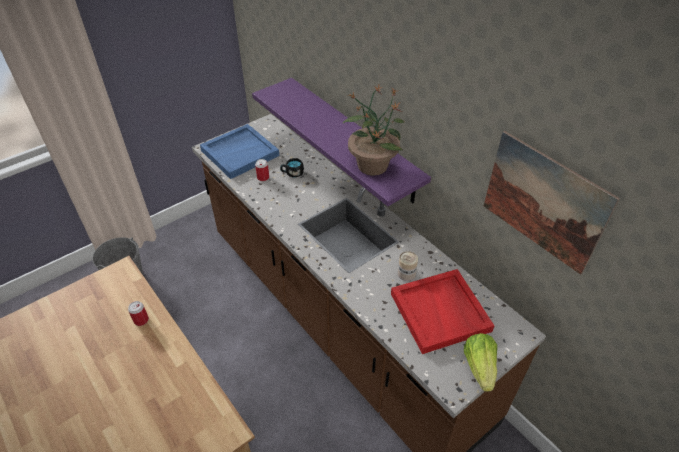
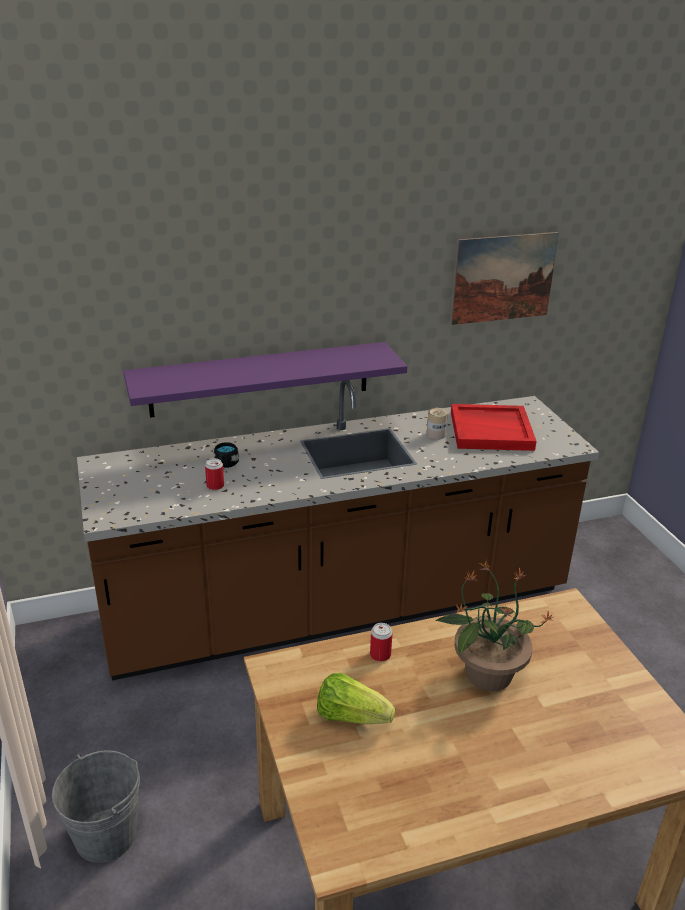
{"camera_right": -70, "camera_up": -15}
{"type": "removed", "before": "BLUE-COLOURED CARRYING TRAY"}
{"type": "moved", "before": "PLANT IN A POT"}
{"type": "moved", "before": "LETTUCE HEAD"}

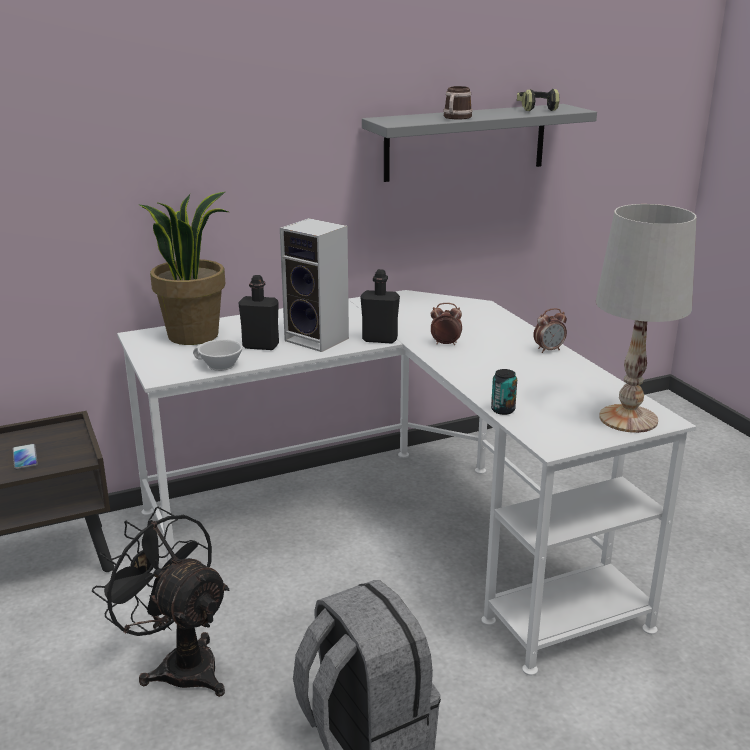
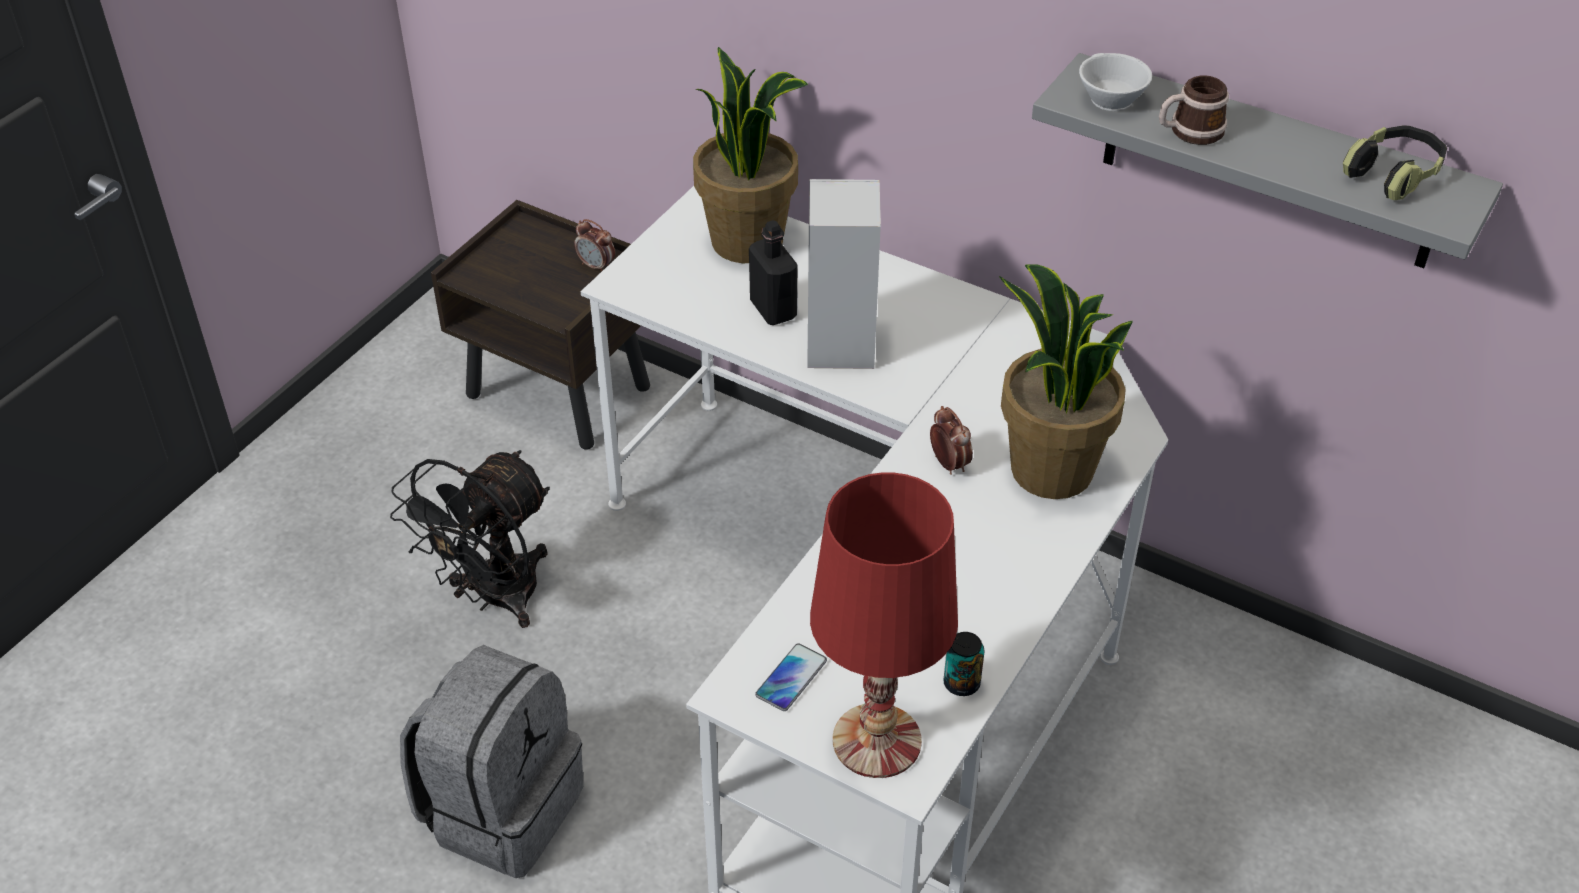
{"camera_right": 55, "camera_up": 20}
{"type": "moved", "before": "TELEPHONE"}
{"type": "turned", "before": "BLACK-COLOURED FAN", "turn": -150}
{"type": "moved", "before": "WHITE SMALL CUP"}
{"type": "removed", "before": "BLACK-COLOURED BOTTLE (2nd from left)"}
{"type": "moved", "before": "SEALED CAN"}
{"type": "moved", "before": "ALARM CLOCK (2nd from left in the first image)", "after": "ALARM CLOCK (1st from left)"}
{"type": "recoloured", "before": "WHITE TABLE LAMP", "after": "RED TABLE LAMP"}
{"type": "added", "after": "PLANT IN A POT (2nd from left)"}

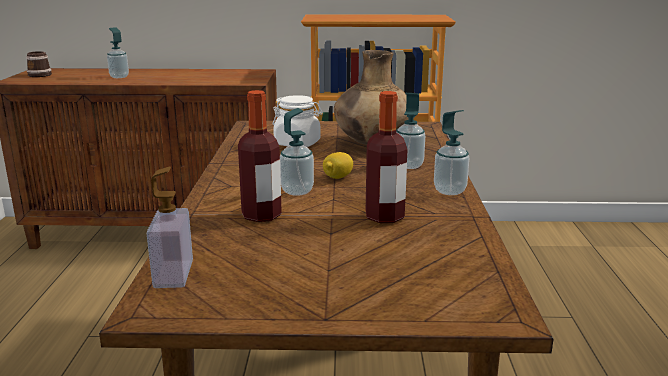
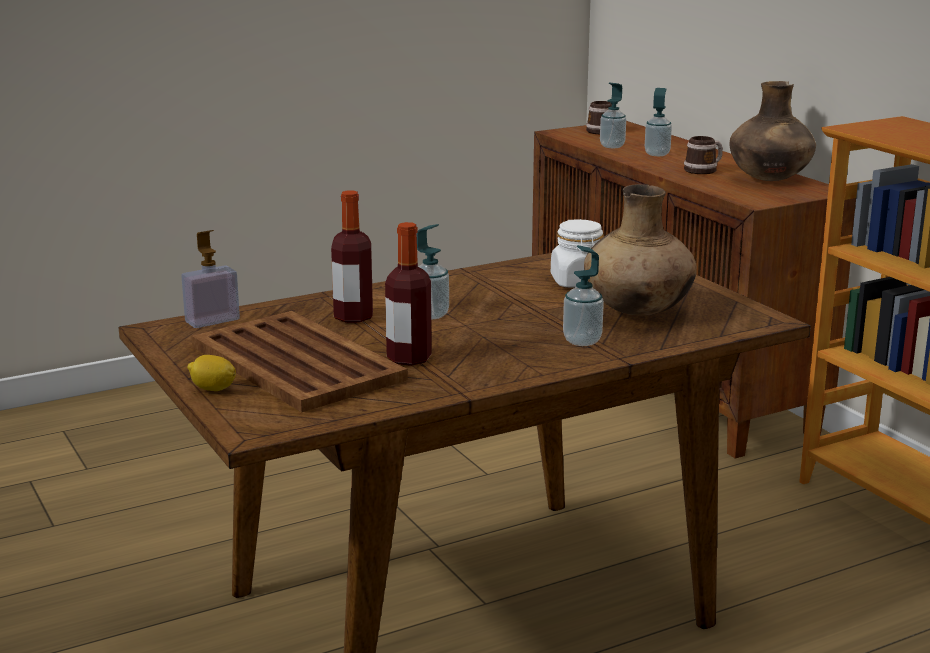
{"camera_right": 60, "camera_up": 0}
{"type": "moved", "before": "WHOLE LEMON"}
{"type": "moved", "before": "SOAP BOTTLE (5th from left in the first image)", "after": "SOAP BOTTLE (4th from left)"}
{"type": "added", "after": "BROWNISH CARRYING TRAY"}
{"type": "added", "after": "COFFEE MUG (2nd from left)"}
{"type": "added", "after": "BROWNISH DECORATIVE VASE (2nd from left)"}

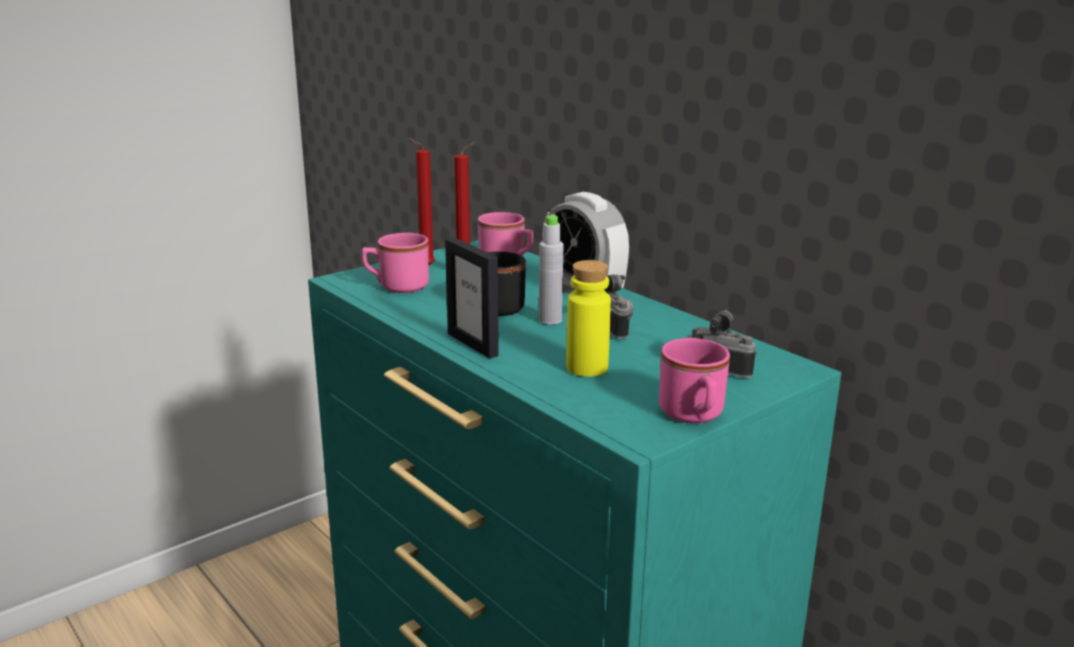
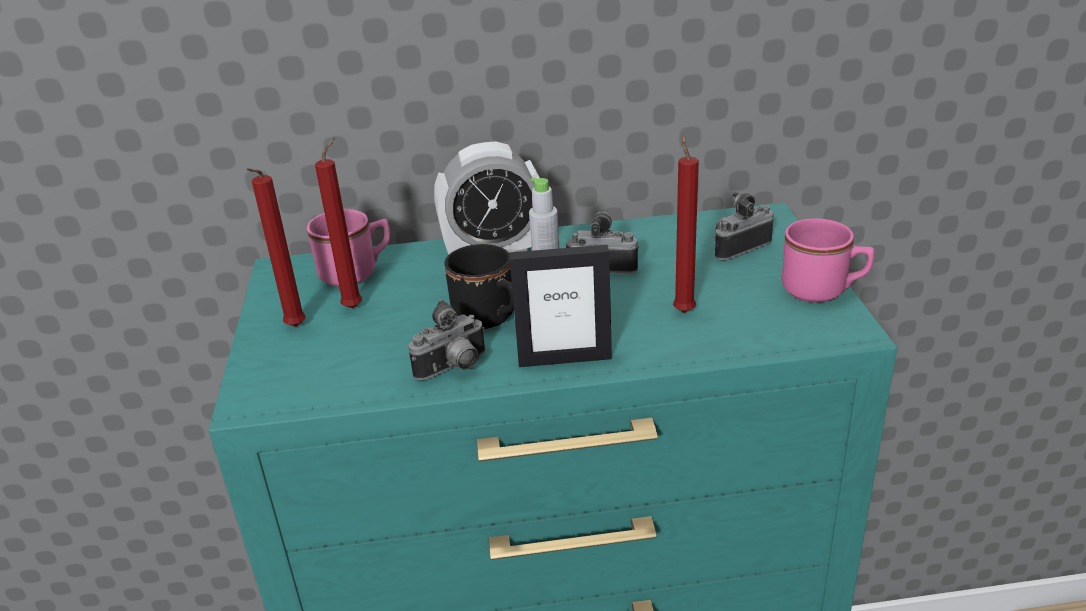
{"camera_right": -55, "camera_up": 10}
{"type": "removed", "before": "PINK COFFEE MUG (1st from left)"}
{"type": "replaced", "before": "YELLOW-COLOURED BOTTLE", "after": "RED WAX CANDLE (3rd from left)"}
{"type": "added", "after": "STILL CAMERA (1st from left)"}

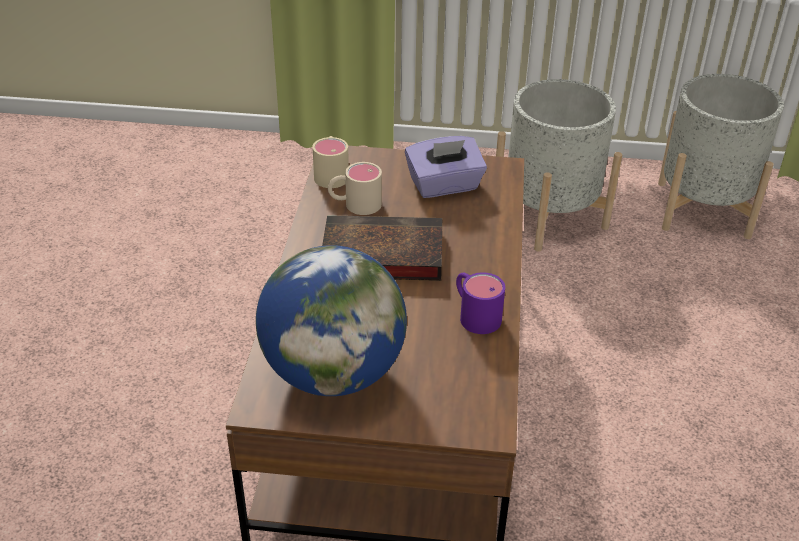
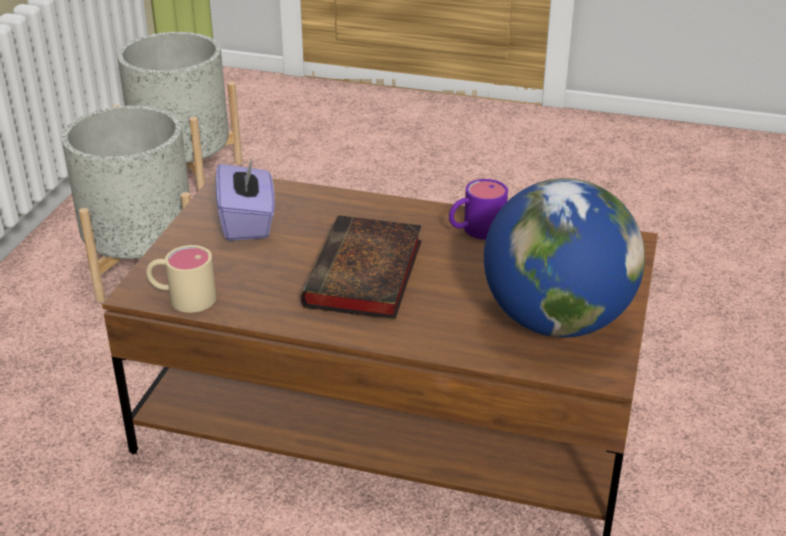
{"camera_right": -80, "camera_up": -5}
{"type": "removed", "before": "SAND-COLOURED COFFEE MUG (2nd from left)"}

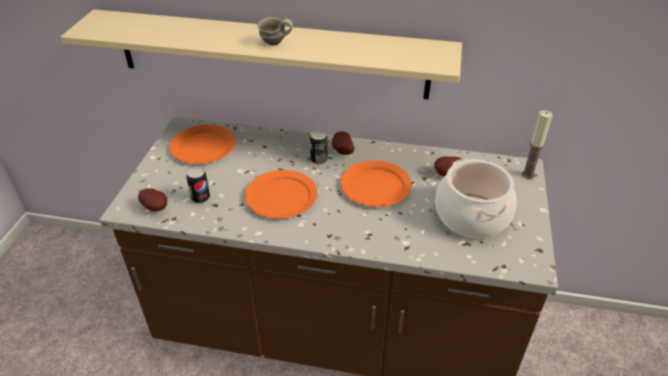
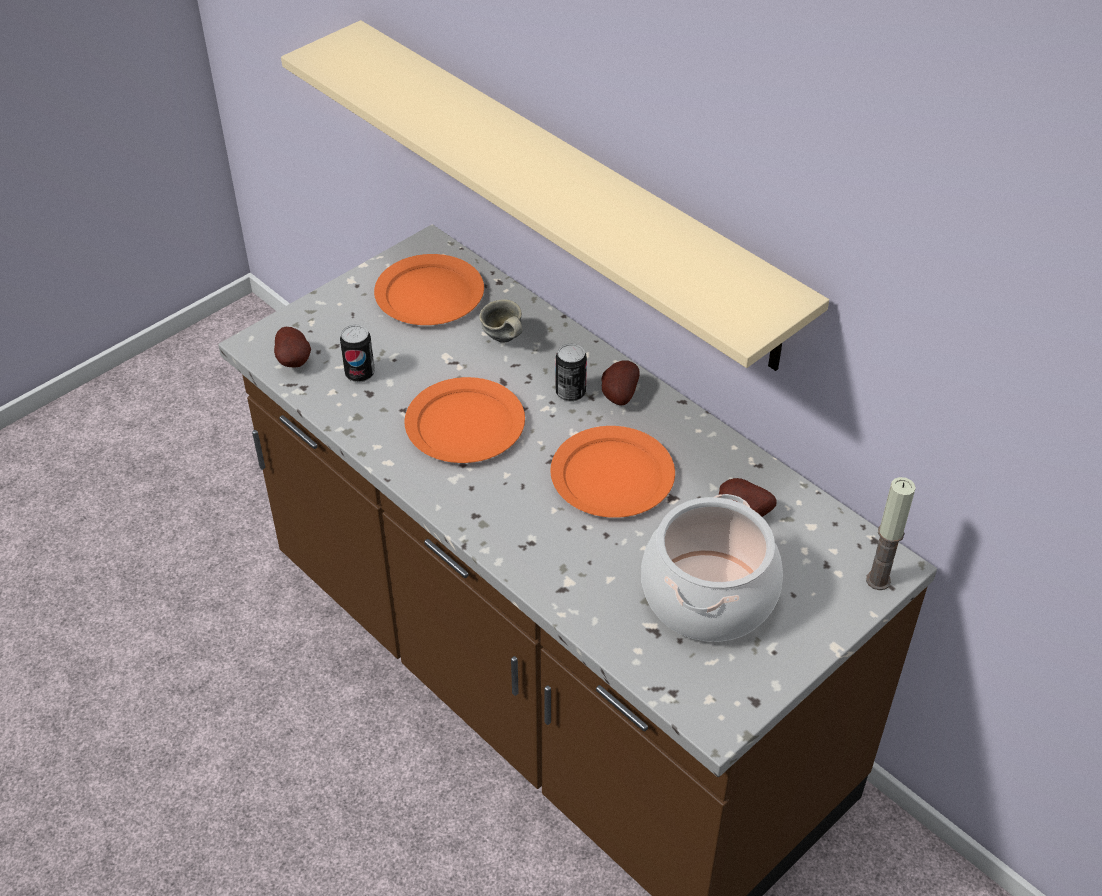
{"camera_right": 35, "camera_up": 5}
{"type": "moved", "before": "GREY COFFEE MUG"}

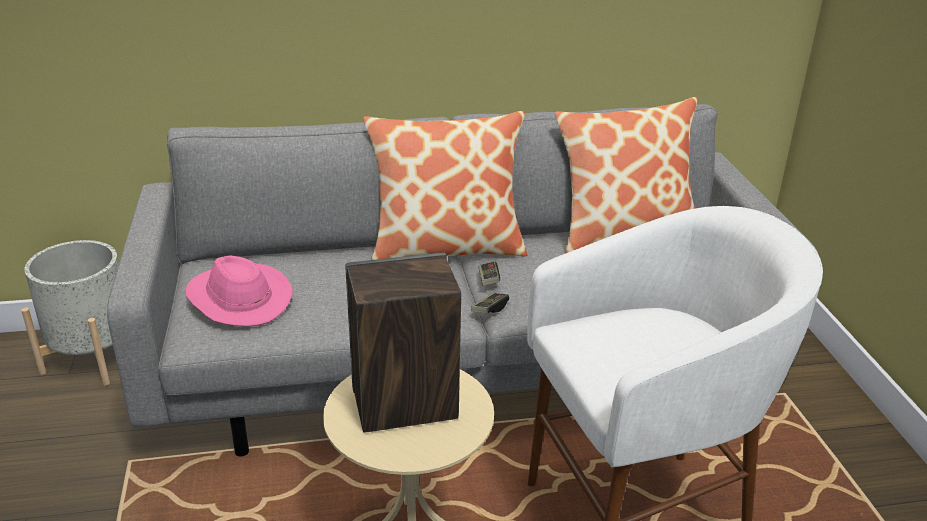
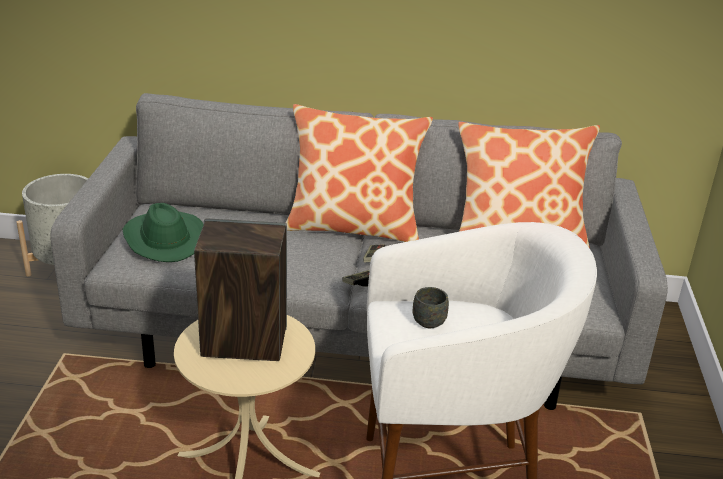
{"camera_right": 15, "camera_up": 0}
{"type": "recoloured", "before": "PINK CLOTHING HAT", "after": "GREEN CLOTHING HAT"}
{"type": "added", "after": "GREY COFFEE MUG"}

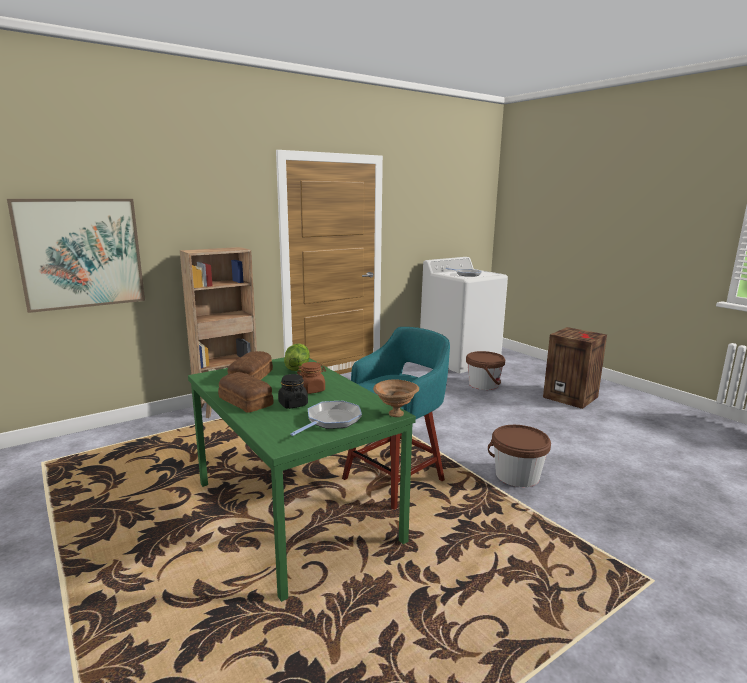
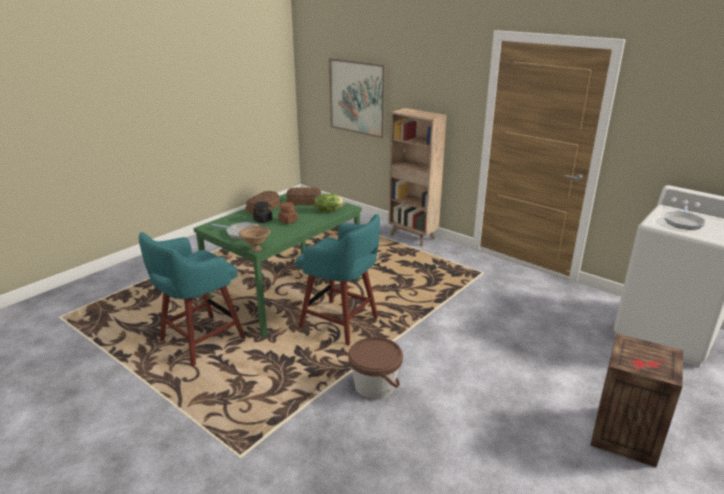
{"camera_right": 75, "camera_up": 10}
{"type": "removed", "before": "BROWNISH WATER BUCKET (1st from left)"}
{"type": "added", "after": "BLUE-GREEN STOOL (1st from left)"}

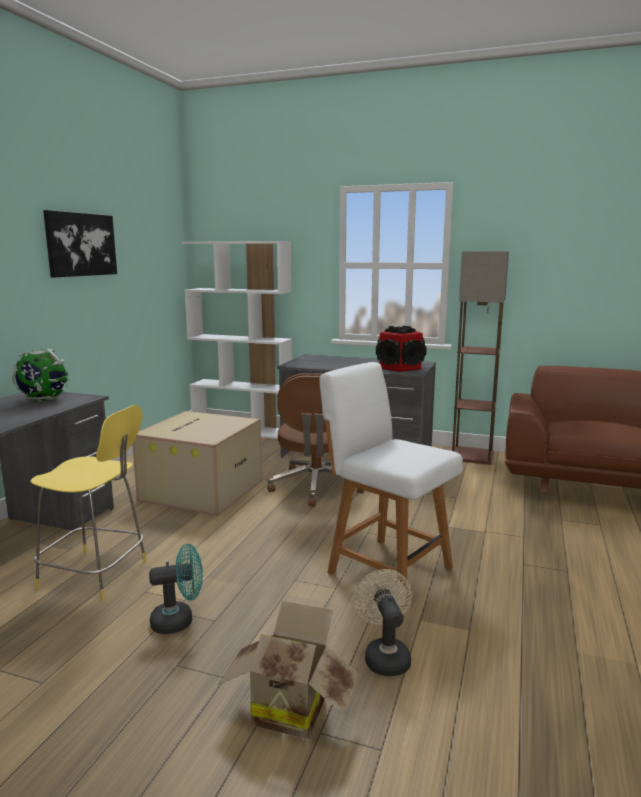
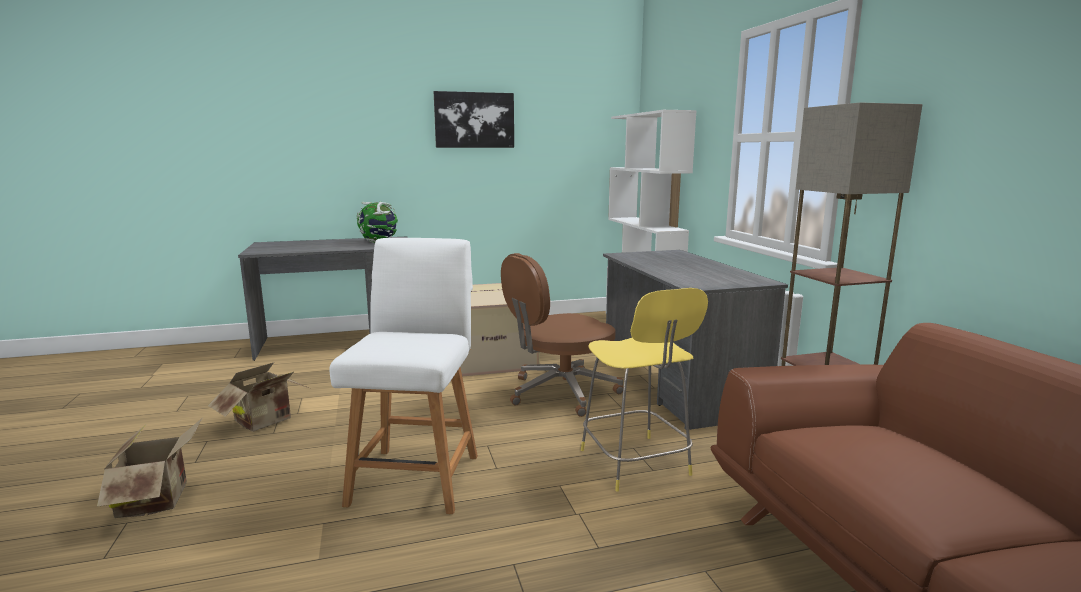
{"camera_right": 55, "camera_up": 0}
{"type": "moved", "before": "YELLOW-COLOURED STOOL"}
{"type": "replaced", "before": "BLUE-GREEN FAN", "after": "PACKING BOX (2nd from left)"}
{"type": "removed", "before": "SAND-COLOURED FAN"}
{"type": "removed", "before": "LOUDSPEAKER"}

